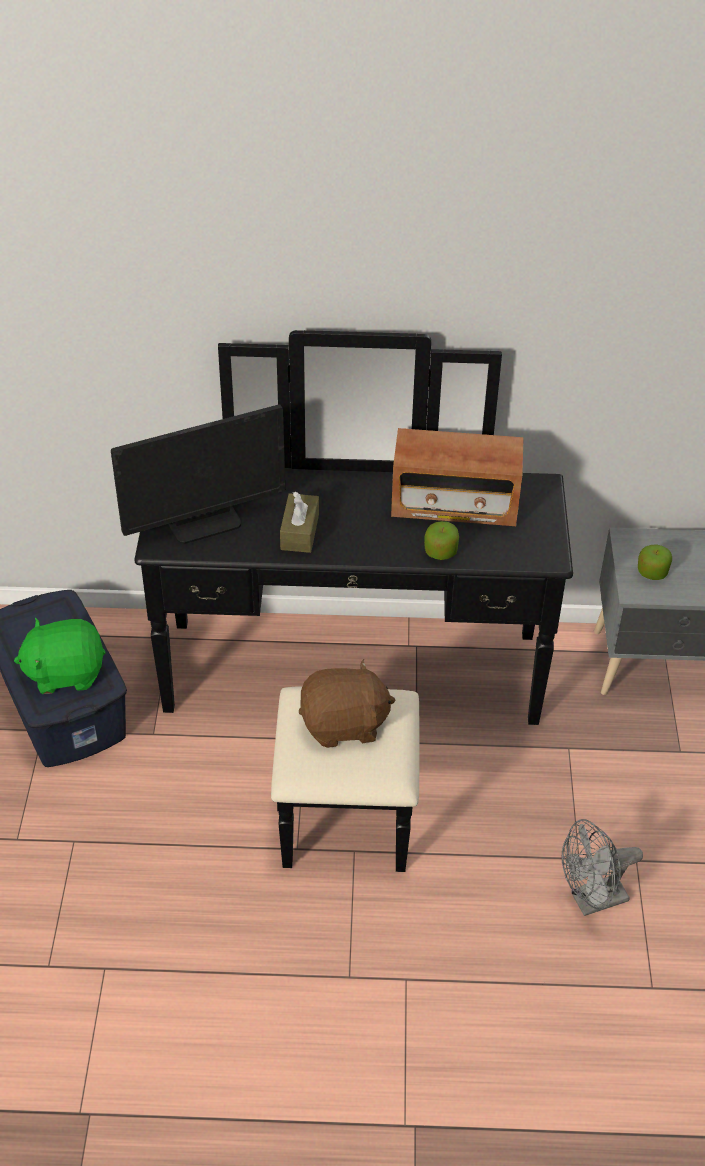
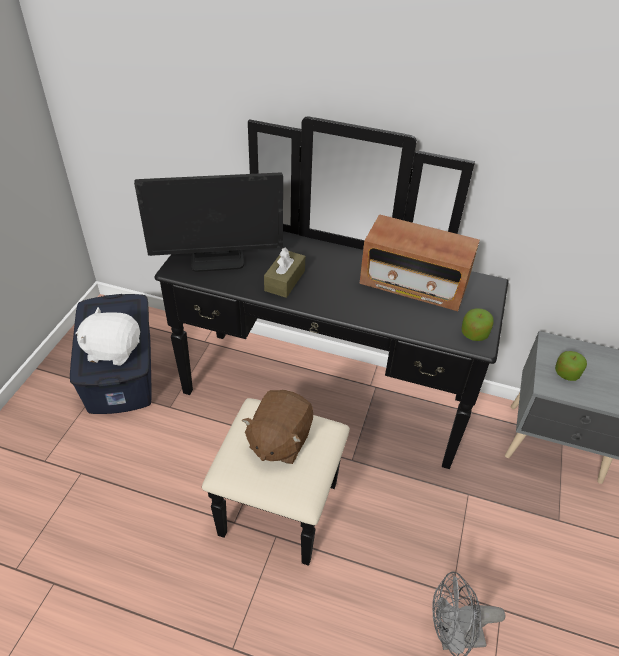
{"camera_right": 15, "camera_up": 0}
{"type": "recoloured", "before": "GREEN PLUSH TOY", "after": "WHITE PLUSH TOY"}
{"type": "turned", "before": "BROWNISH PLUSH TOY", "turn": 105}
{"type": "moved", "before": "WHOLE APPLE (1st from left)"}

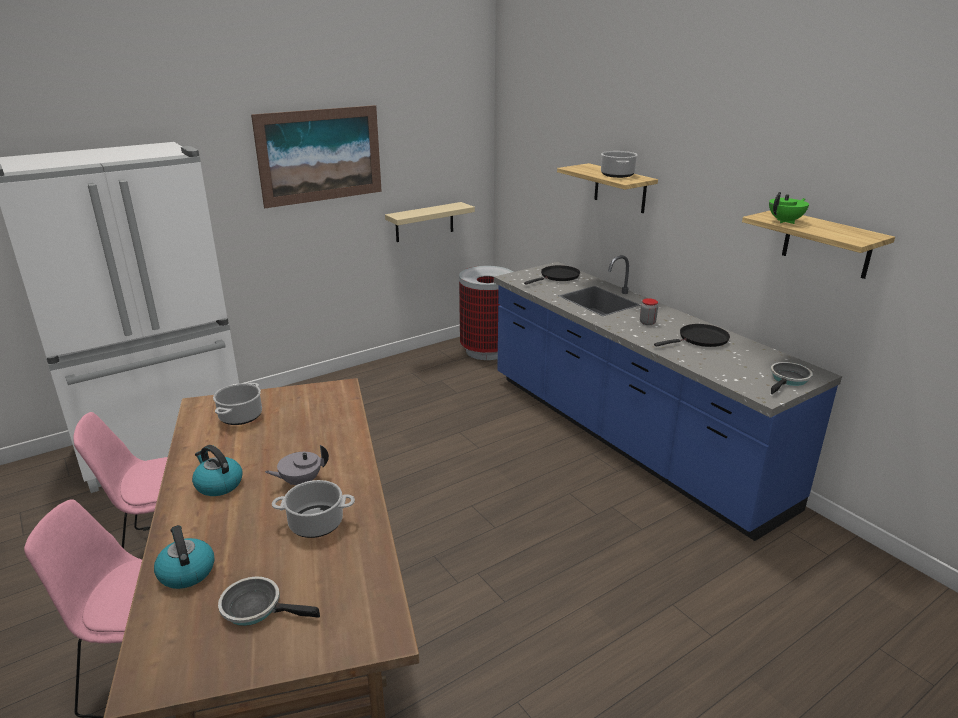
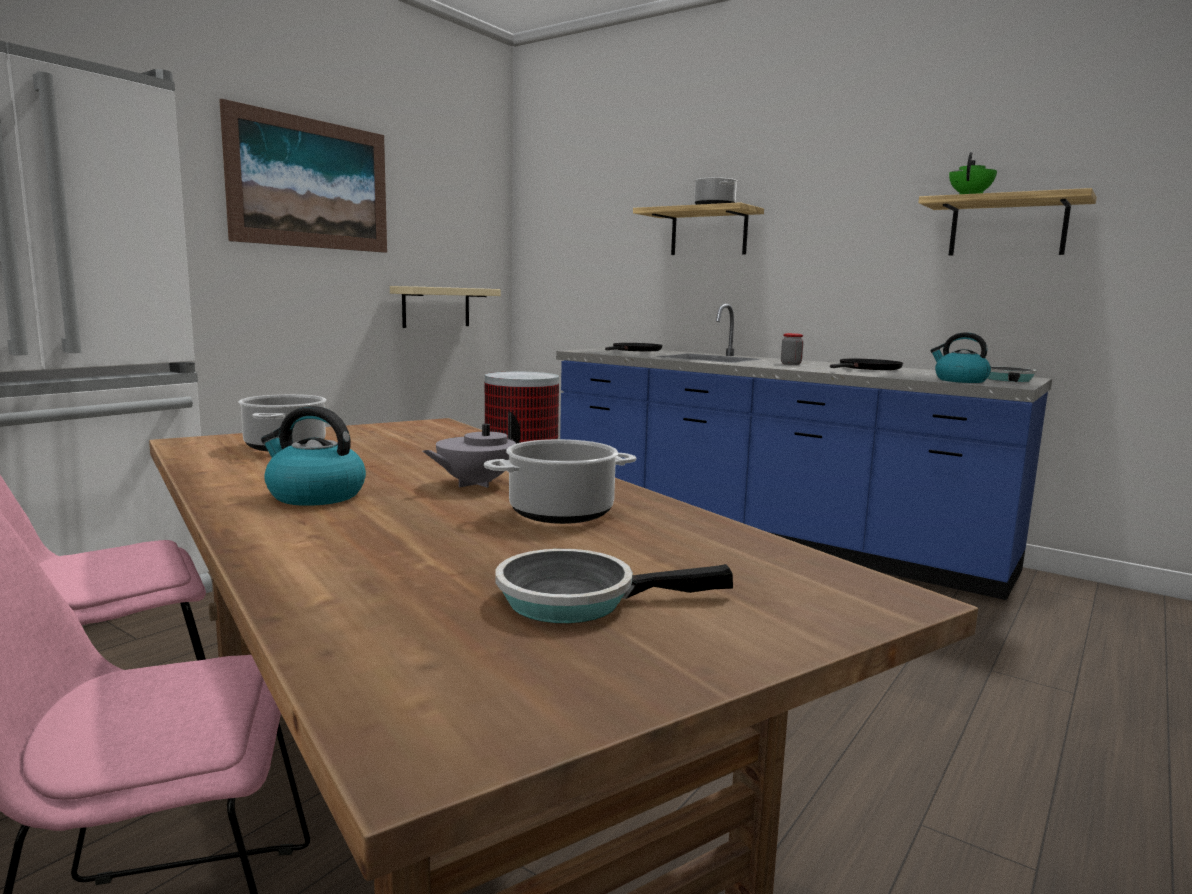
{"camera_right": -20, "camera_up": -15}
{"type": "moved", "before": "KETTLE (1st from left in the first image)", "after": "KETTLE (2nd from left)"}

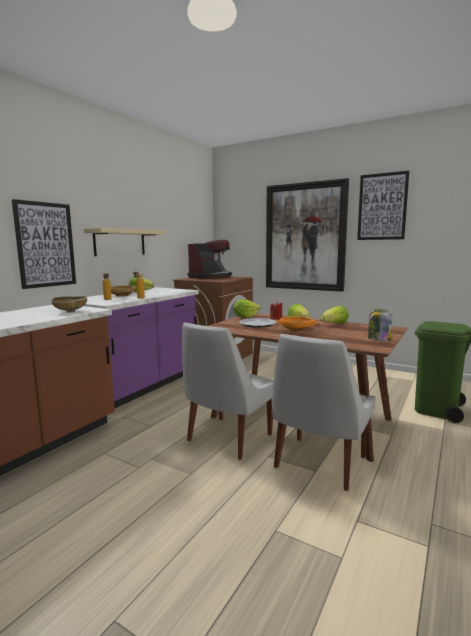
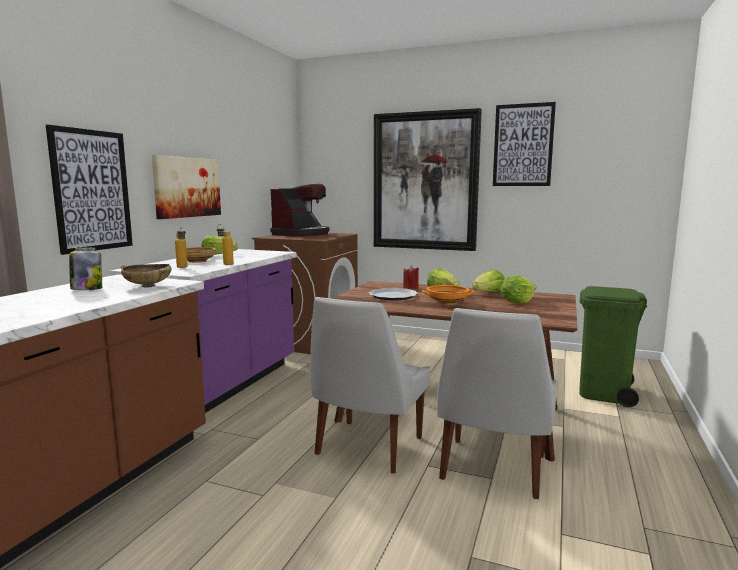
{"camera_right": -10, "camera_up": 0}
{"type": "replaced", "before": "SAND-COLOURED WALL SHELF", "after": "PICTURE (2nd from left)"}
{"type": "moved", "before": "LETTUCE HEAD (2nd from left in the first image)", "after": "LETTUCE HEAD (4th from left)"}
{"type": "moved", "before": "JAR"}

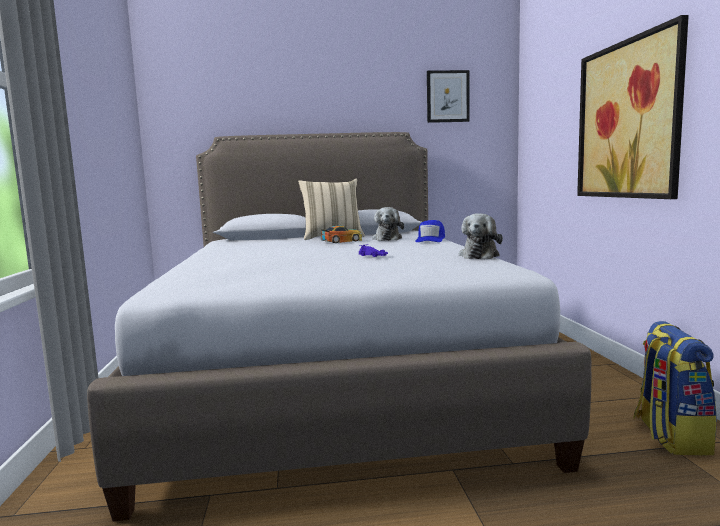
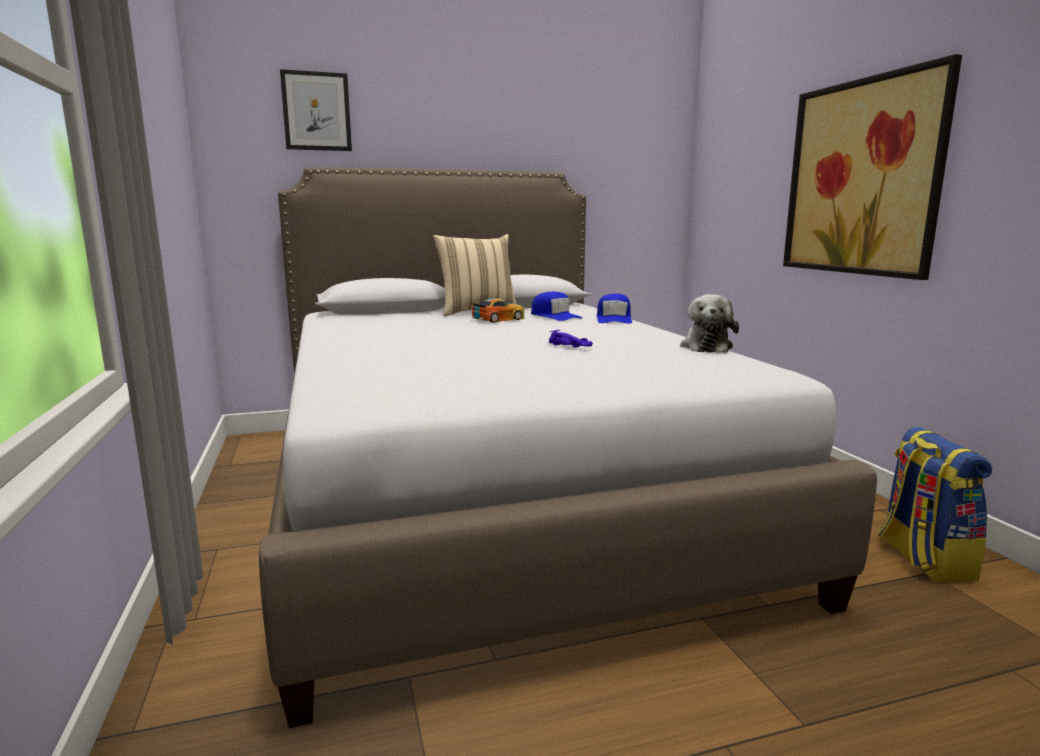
{"camera_right": -10, "camera_up": 5}
{"type": "replaced", "before": "PLUSH TOY (1st from left)", "after": "BLUE-COLOURED PEAKED CAP (1st from left)"}
{"type": "moved", "before": "PICTURE (1st from left)"}

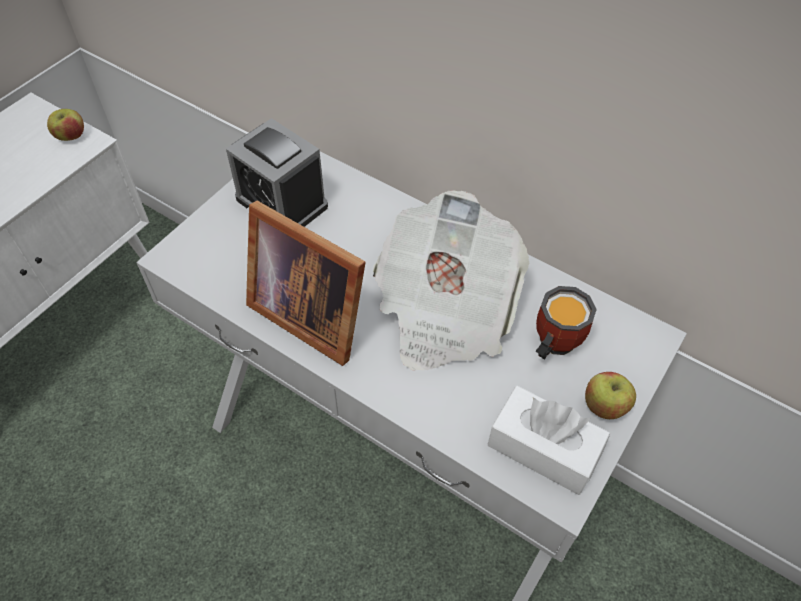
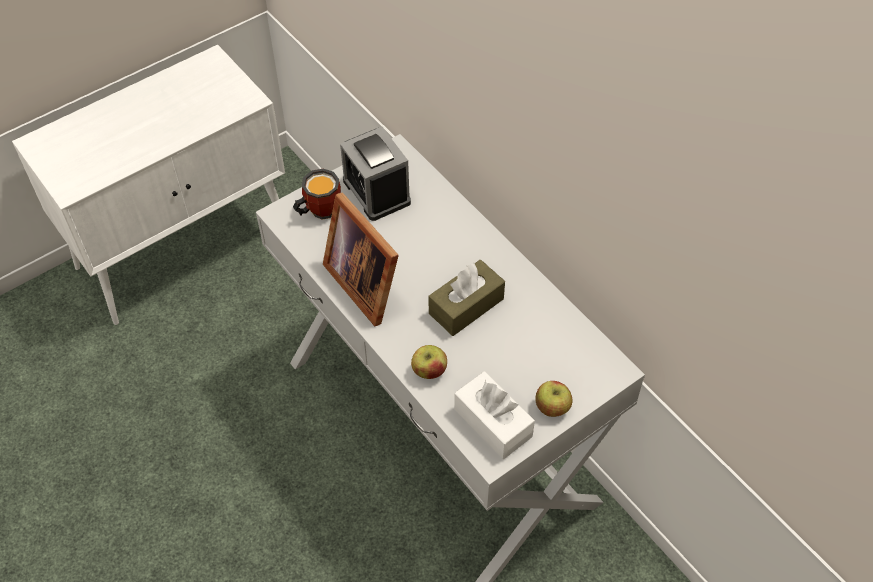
{"camera_right": 20, "camera_up": 0}
{"type": "moved", "before": "WHOLE APPLE (1st from left)"}
{"type": "replaced", "before": "PRINTED PAPER", "after": "BROWNISH TISSUE HOLDER"}
{"type": "moved", "before": "COFFEE MUG"}

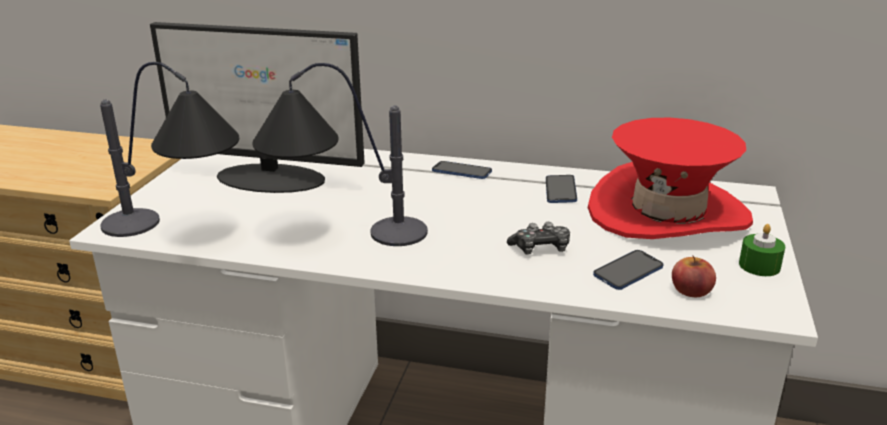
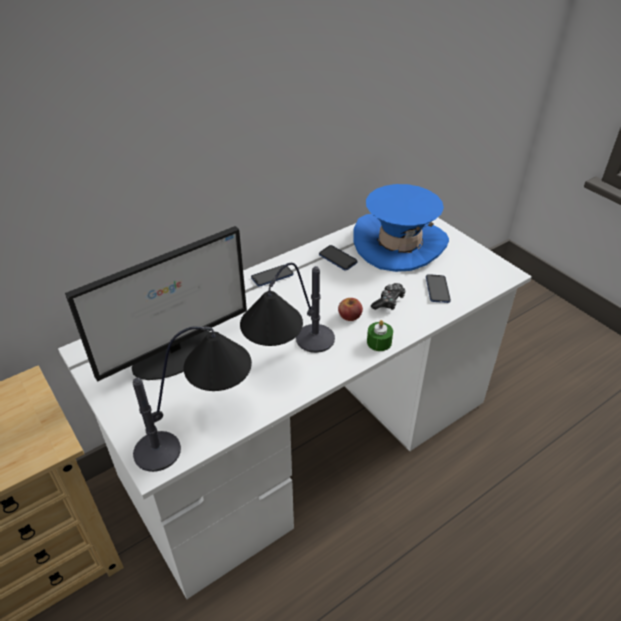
{"camera_right": -50, "camera_up": 15}
{"type": "recoloured", "before": "RED CLOTHING HAT", "after": "BLUE-COLOURED CLOTHING HAT"}
{"type": "moved", "before": "WHOLE APPLE"}
{"type": "moved", "before": "GREEN WAX CANDLE"}

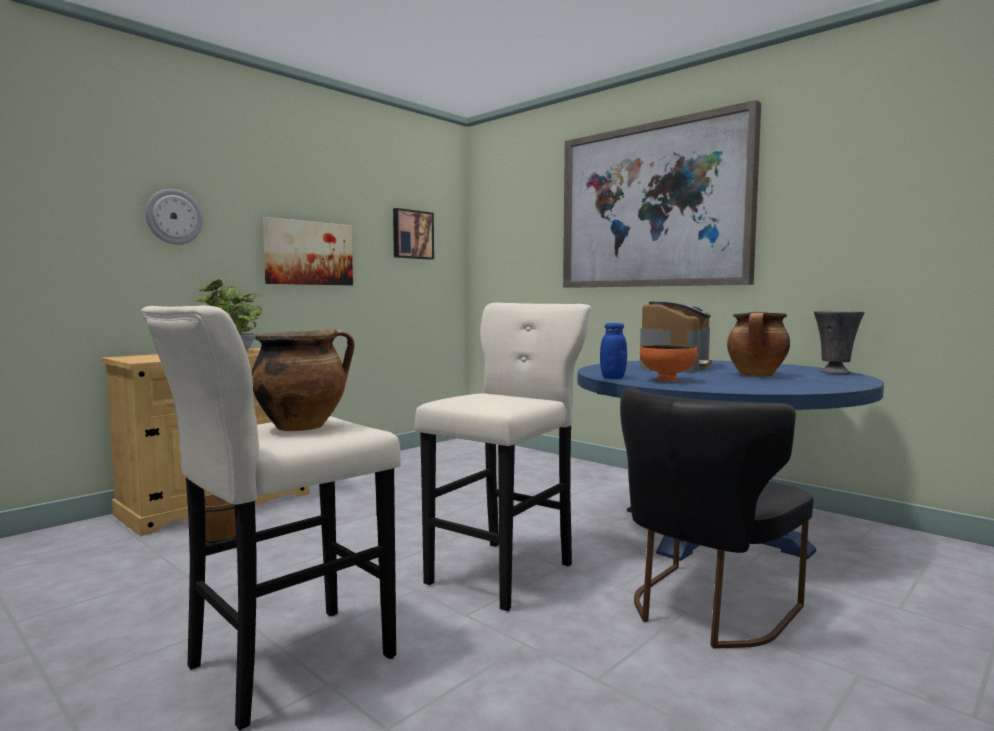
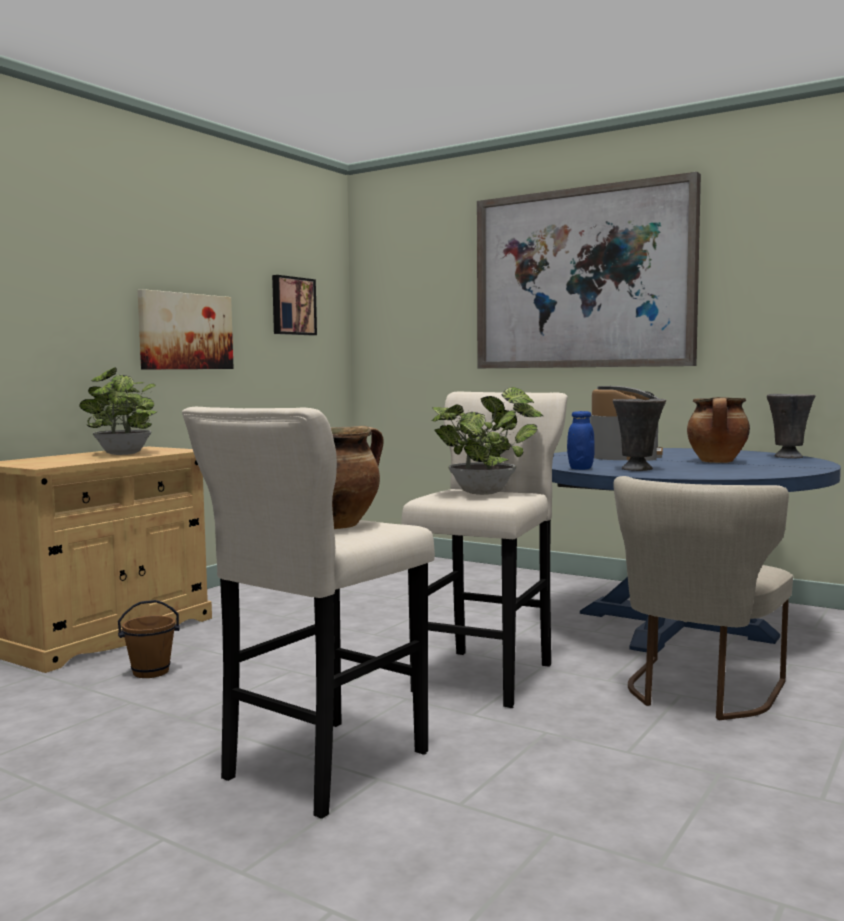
{"camera_right": -10, "camera_up": 0}
{"type": "removed", "before": "HANGING CLOCK"}
{"type": "recoloured", "before": "BLACK-COLOURED UPRIGHT CHAIR", "after": "SAND-COLOURED UPRIGHT CHAIR"}
{"type": "replaced", "before": "ORANGE BOWL", "after": "GREY DECORATIVE VASE (1st from left)"}
{"type": "added", "after": "PLANT IN A POT (2nd from left)"}

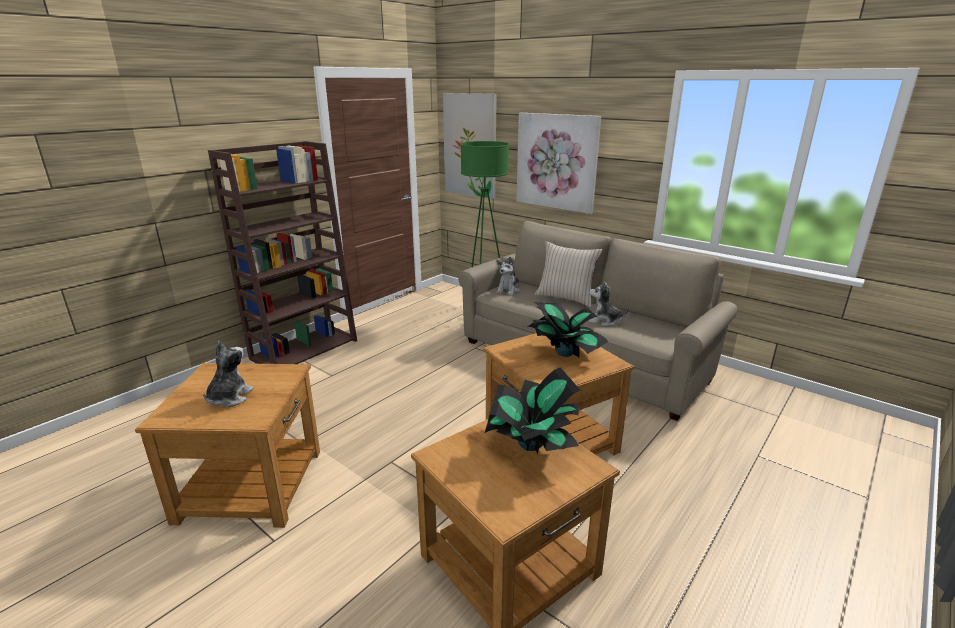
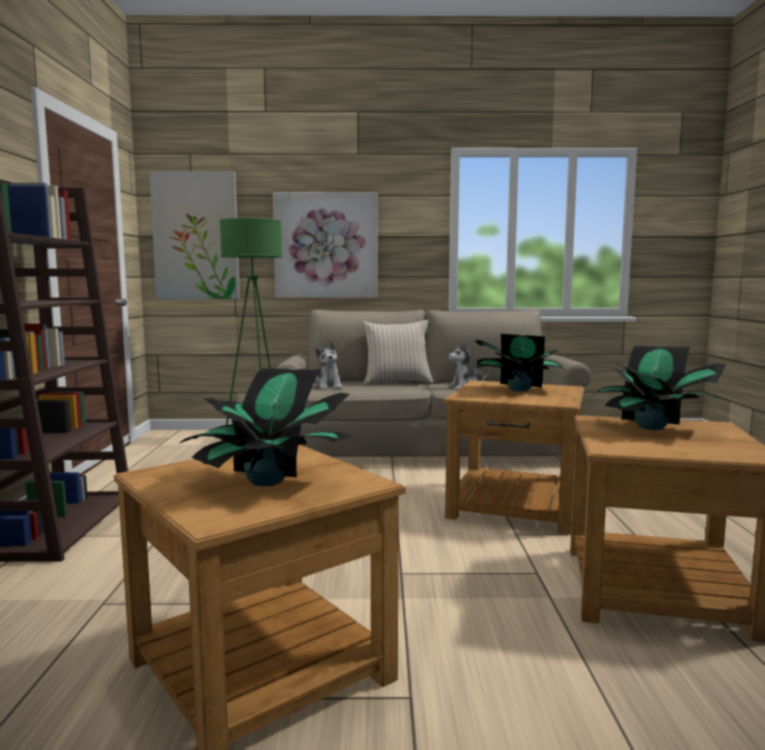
{"camera_right": -40, "camera_up": -15}
{"type": "replaced", "before": "PLUSH TOY (1st from left)", "after": "PLANT IN A POT (1st from left)"}

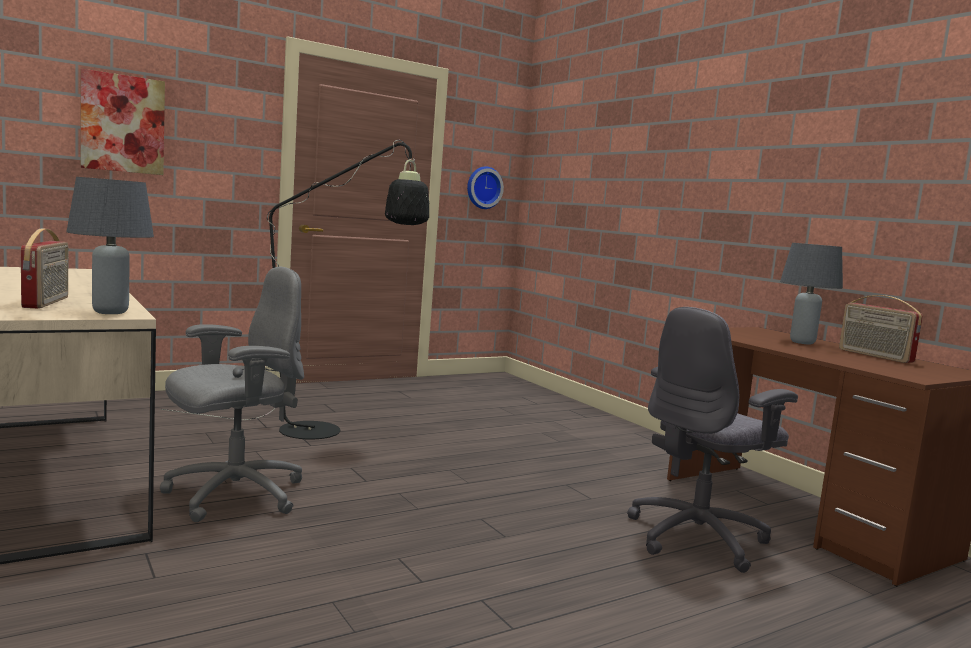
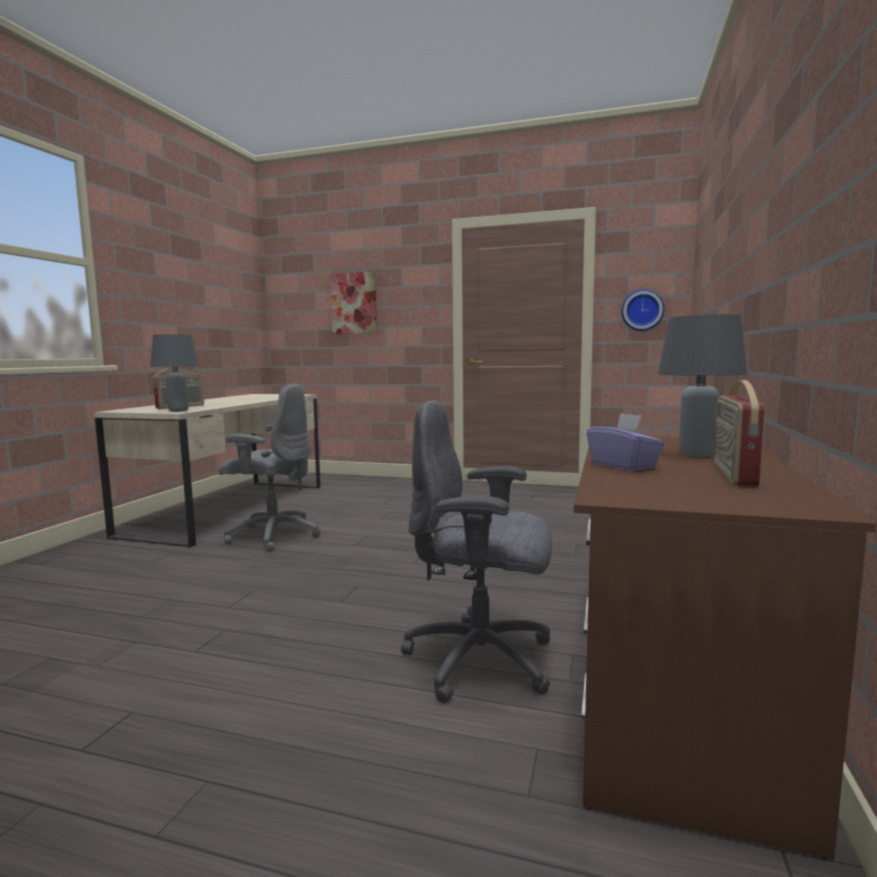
{"camera_right": 50, "camera_up": 0}
{"type": "removed", "before": "BLACK-COLOURED STANDING LAMP"}
{"type": "added", "after": "PURPLE TISSUE HOLDER"}

